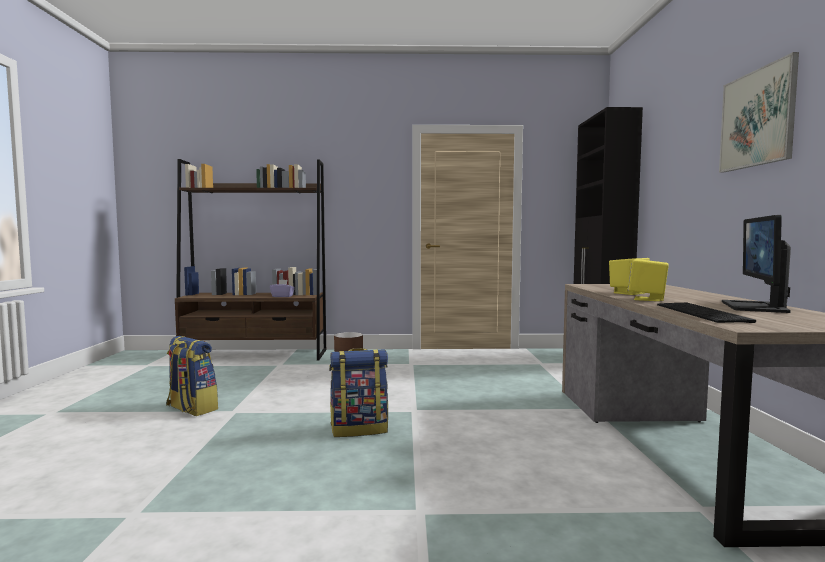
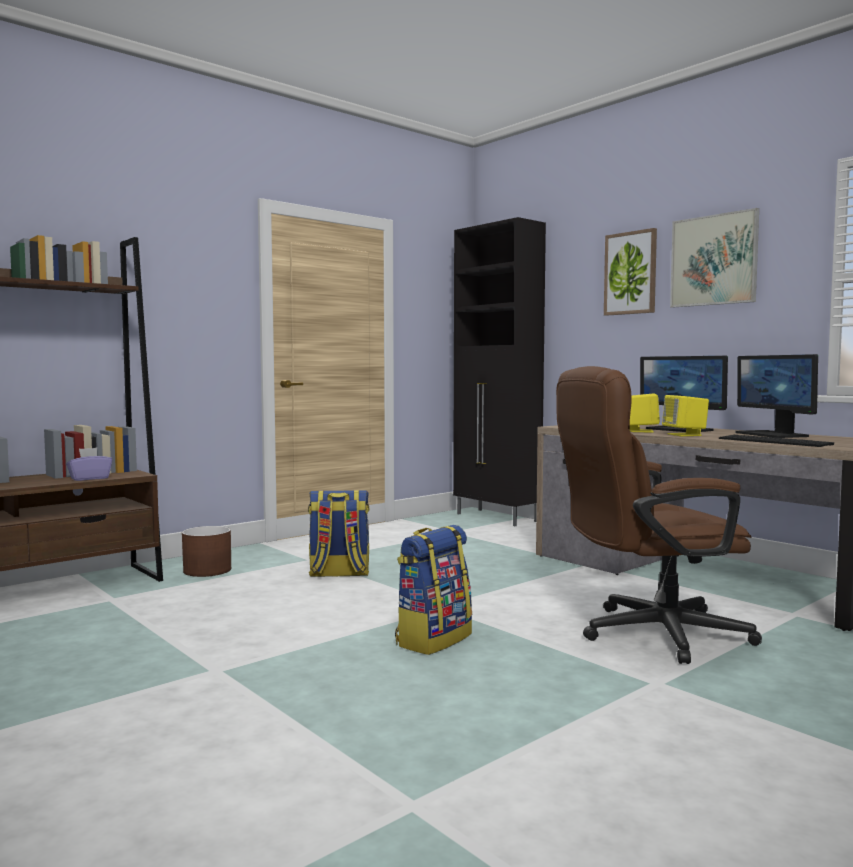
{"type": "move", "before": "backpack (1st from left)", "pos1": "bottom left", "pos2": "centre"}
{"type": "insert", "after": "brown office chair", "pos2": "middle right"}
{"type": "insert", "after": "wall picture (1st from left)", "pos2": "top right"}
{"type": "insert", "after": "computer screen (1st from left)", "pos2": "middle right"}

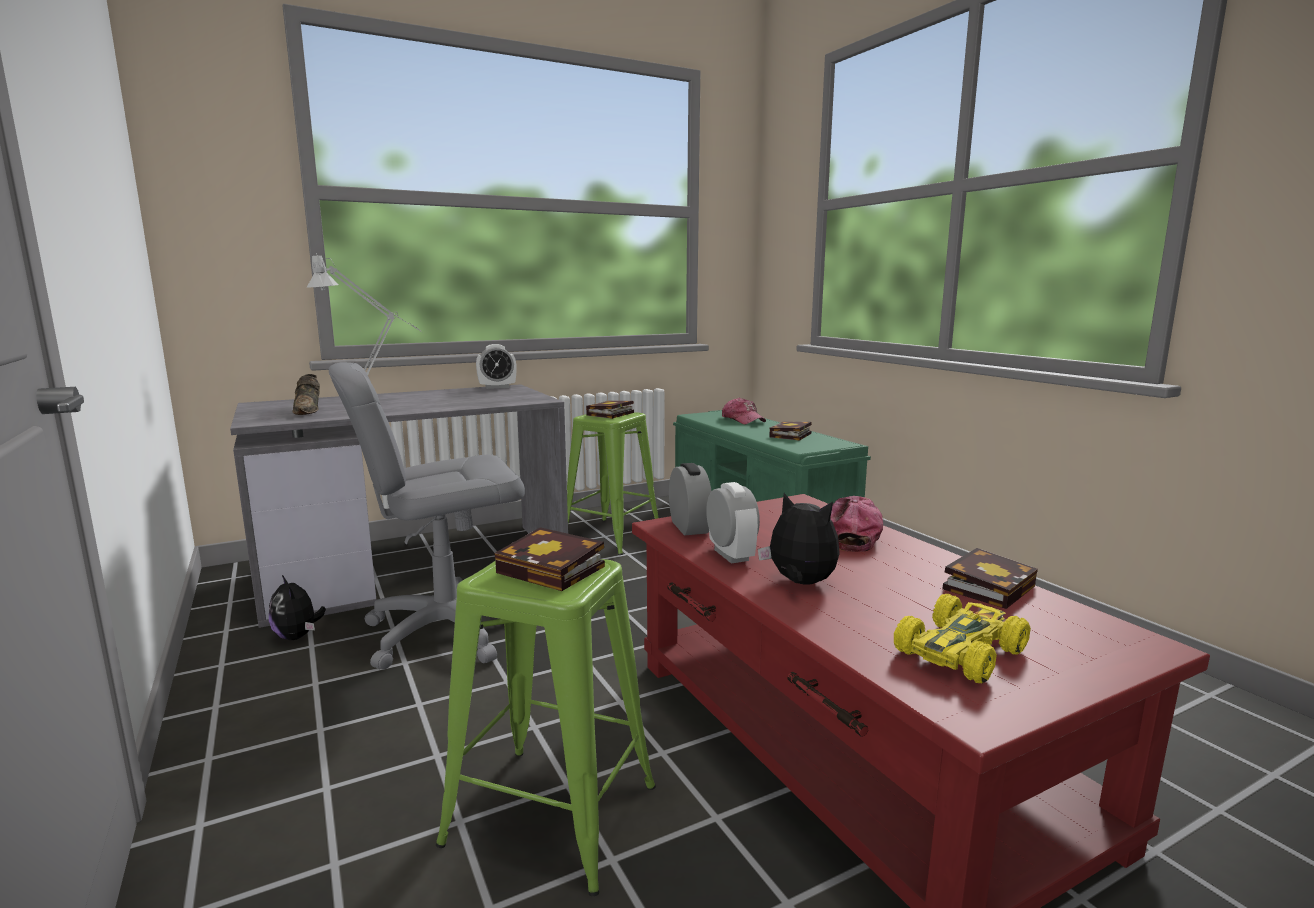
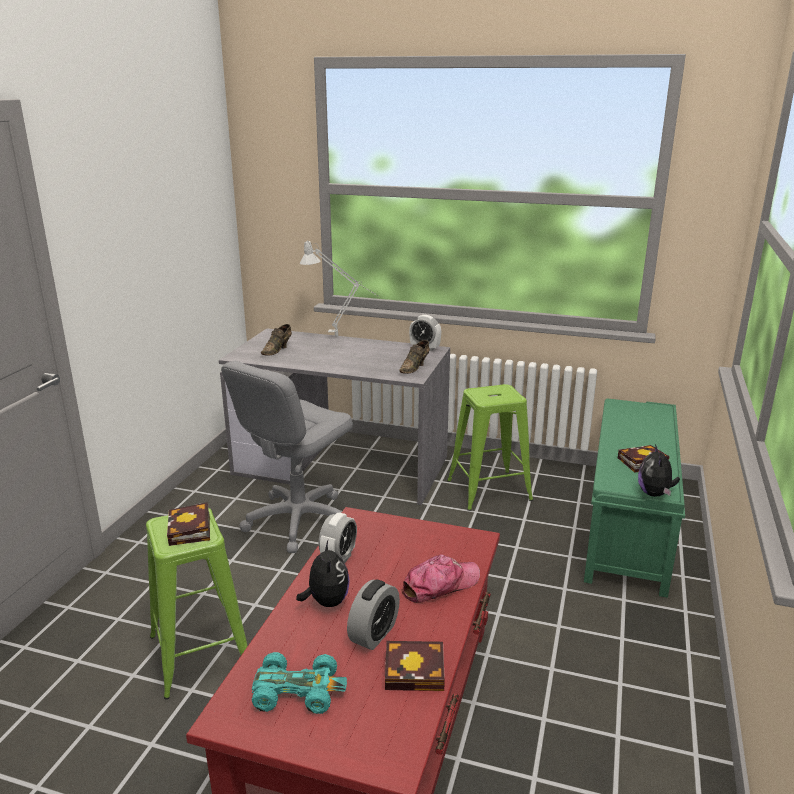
{"type": "rotate", "before": "grey office chair", "pos1": "middle left", "pos2": "centre", "turn": -75}
{"type": "recolor", "before": "yellowish miniature car", "after": "turquoise miniature car", "pos1": "bottom right", "pos2": "bottom centre"}
{"type": "move", "before": "table clock (2nd from left)", "pos1": "centre", "pos2": "bottom centre"}
{"type": "insert", "after": "brown shoe (2nd from left)", "pos2": "centre"}
{"type": "move", "before": "plush toy (1st from left in the first image)", "after": "plush toy (2nd from left)", "pos1": "bottom left", "pos2": "middle right"}
{"type": "delete", "before": "bound book (2nd from left)", "pos1": "centre"}
{"type": "delete", "before": "cap (1st from left)", "pos1": "centre"}

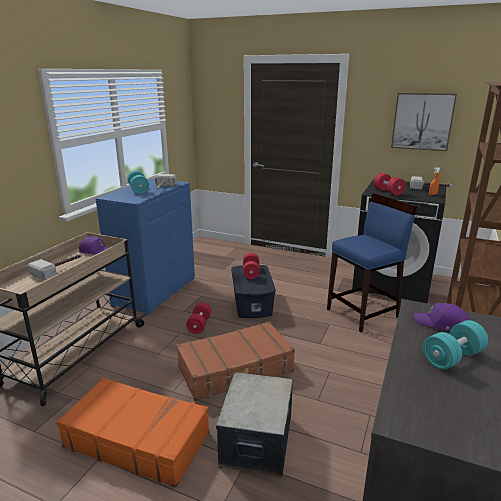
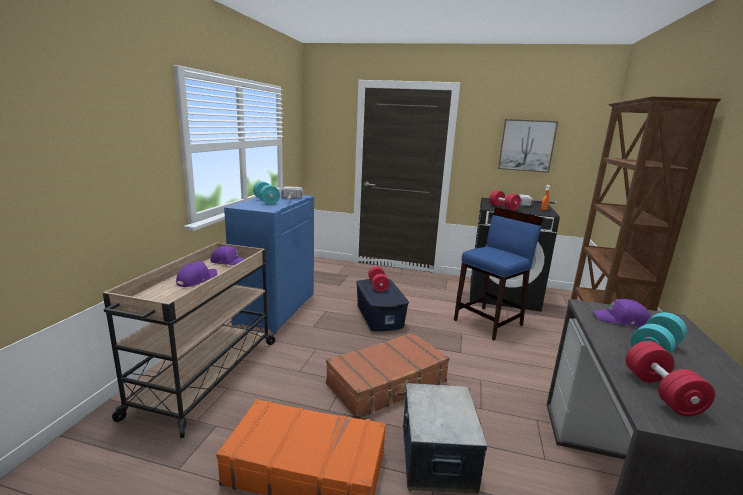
{"type": "replace", "before": "hammer (1st from left)", "after": "purple-coloured cap (1st from left)", "pos1": "middle left", "pos2": "middle left"}
{"type": "move", "before": "reddish dumbbell (1st from left in the first image)", "after": "reddish dumbbell (3rd from left)", "pos1": "centre", "pos2": "bottom right"}

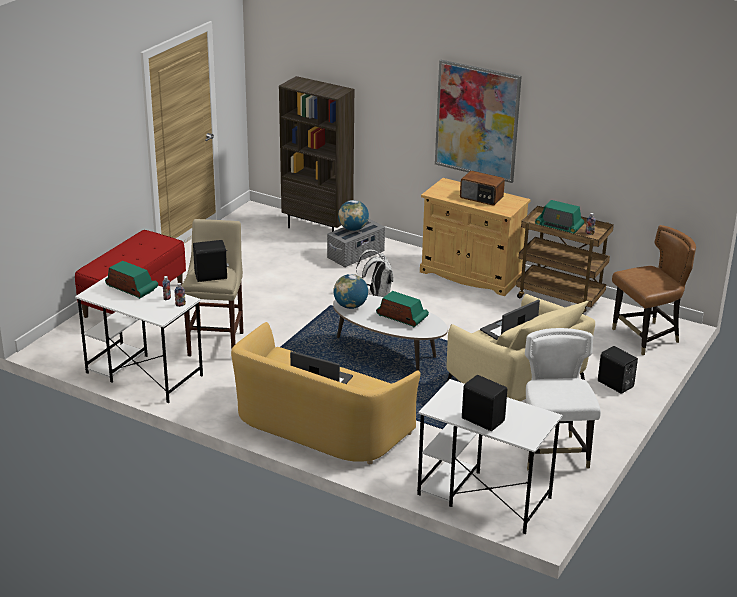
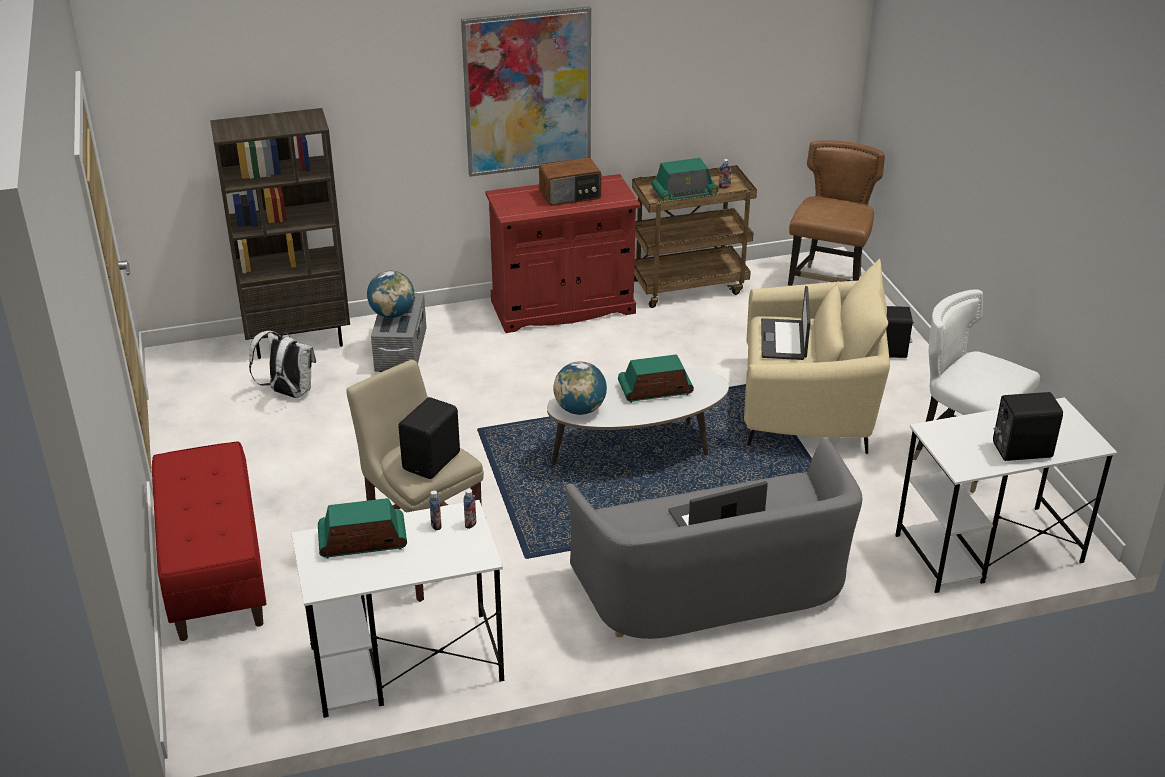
{"type": "move", "before": "white backpack", "pos1": "centre", "pos2": "middle left"}
{"type": "recolor", "before": "sand-coloured cupboard", "after": "reddish cupboard", "pos1": "centre", "pos2": "top centre"}
{"type": "recolor", "before": "yellowish couch", "after": "grey couch", "pos1": "centre", "pos2": "bottom centre"}

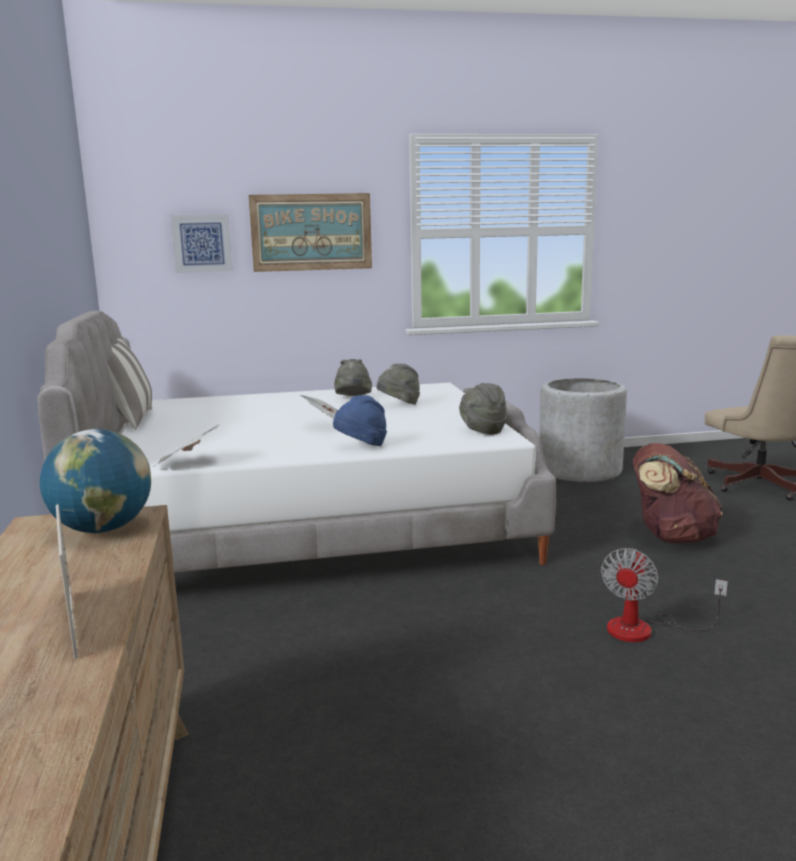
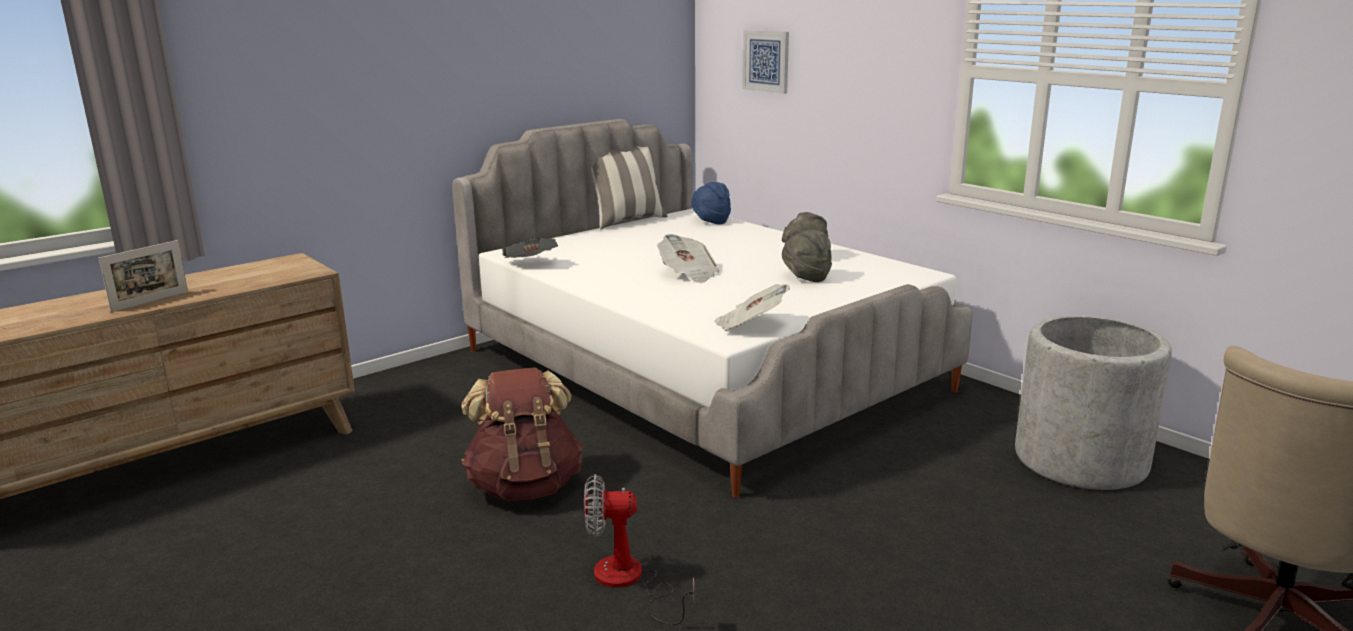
{"type": "move", "before": "brown backpack", "pos1": "middle right", "pos2": "bottom centre"}
{"type": "move", "before": "blue clothing hat", "pos1": "centre", "pos2": "top centre"}
{"type": "replace", "before": "grey clothing hat (3rd from left)", "after": "printed paper (3rd from left)", "pos1": "centre", "pos2": "centre"}
{"type": "delete", "before": "globe", "pos1": "middle left"}
{"type": "delete", "before": "wall picture (2nd from left)", "pos1": "top centre"}

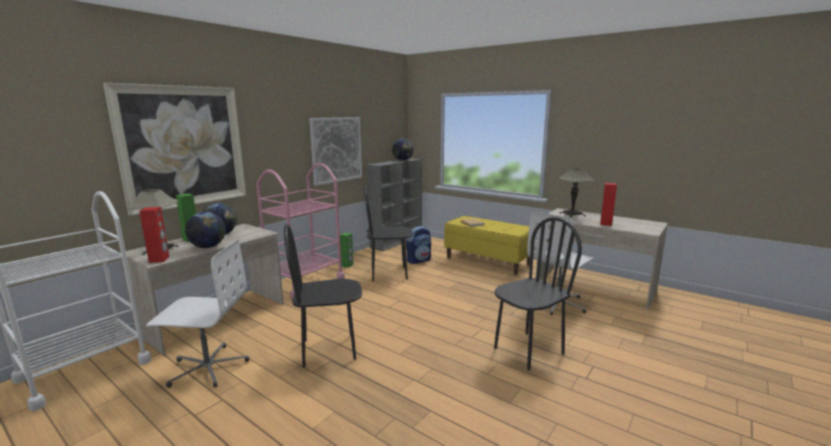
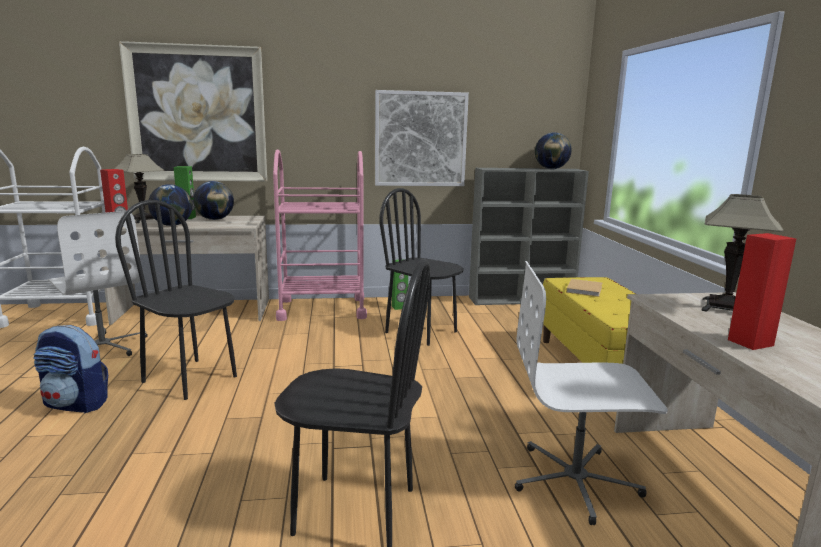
{"type": "move", "before": "backpack", "pos1": "centre", "pos2": "bottom left"}

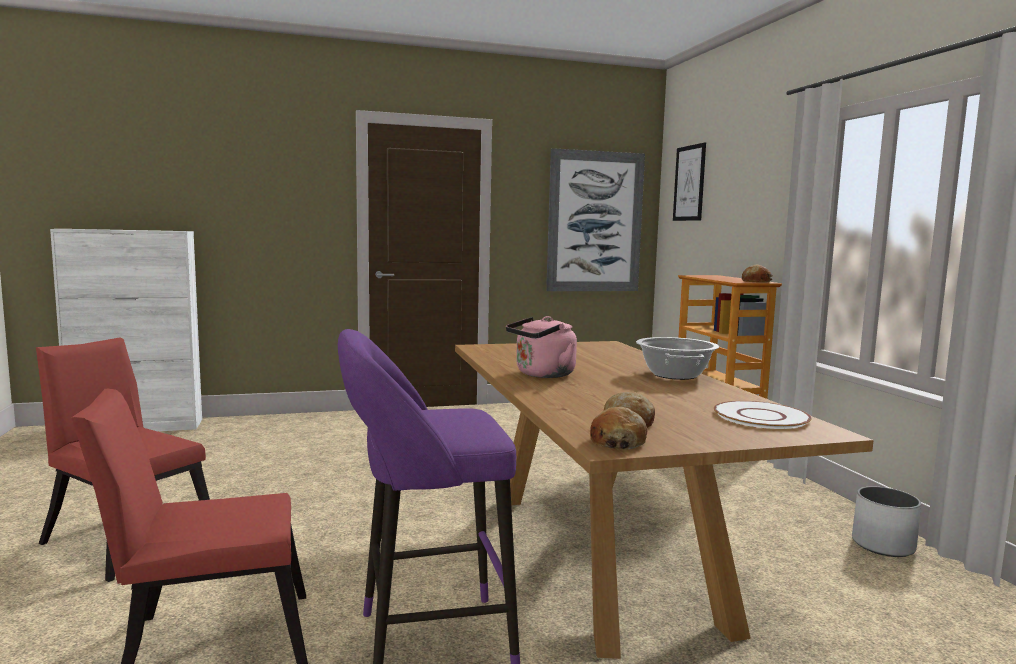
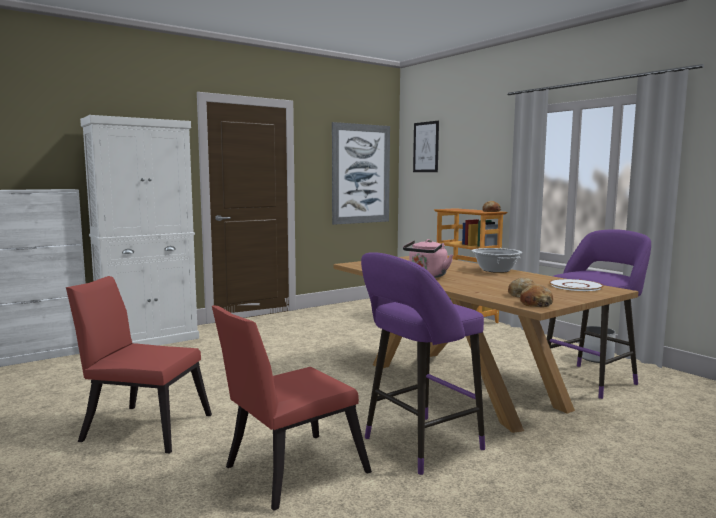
{"type": "insert", "after": "white cupboard (2nd from left)", "pos2": "middle left"}
{"type": "insert", "after": "purple-coloured sitting stool (2nd from left)", "pos2": "middle right"}

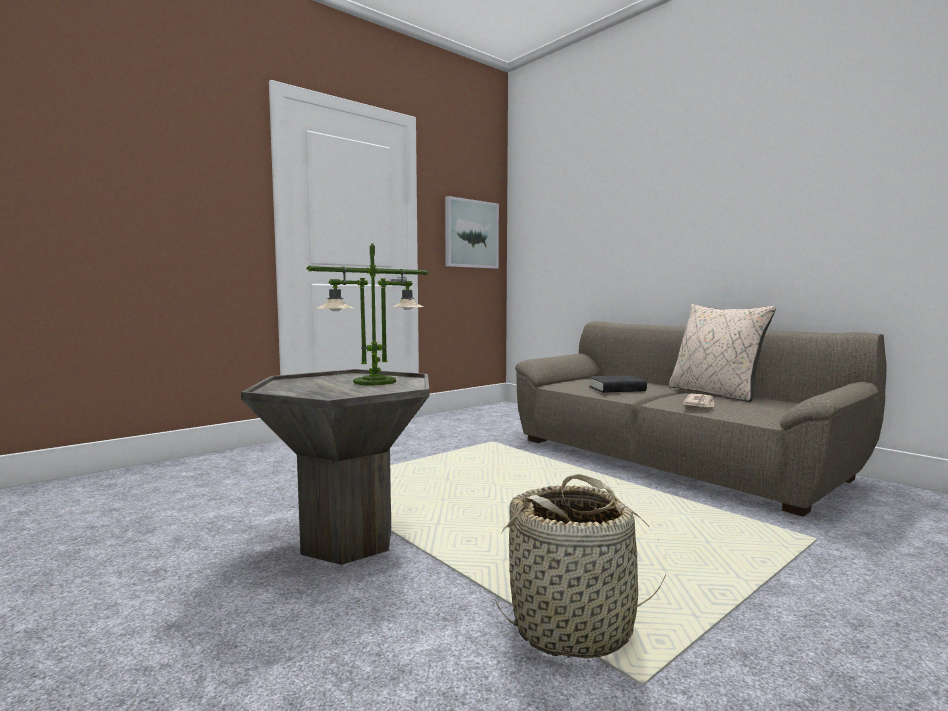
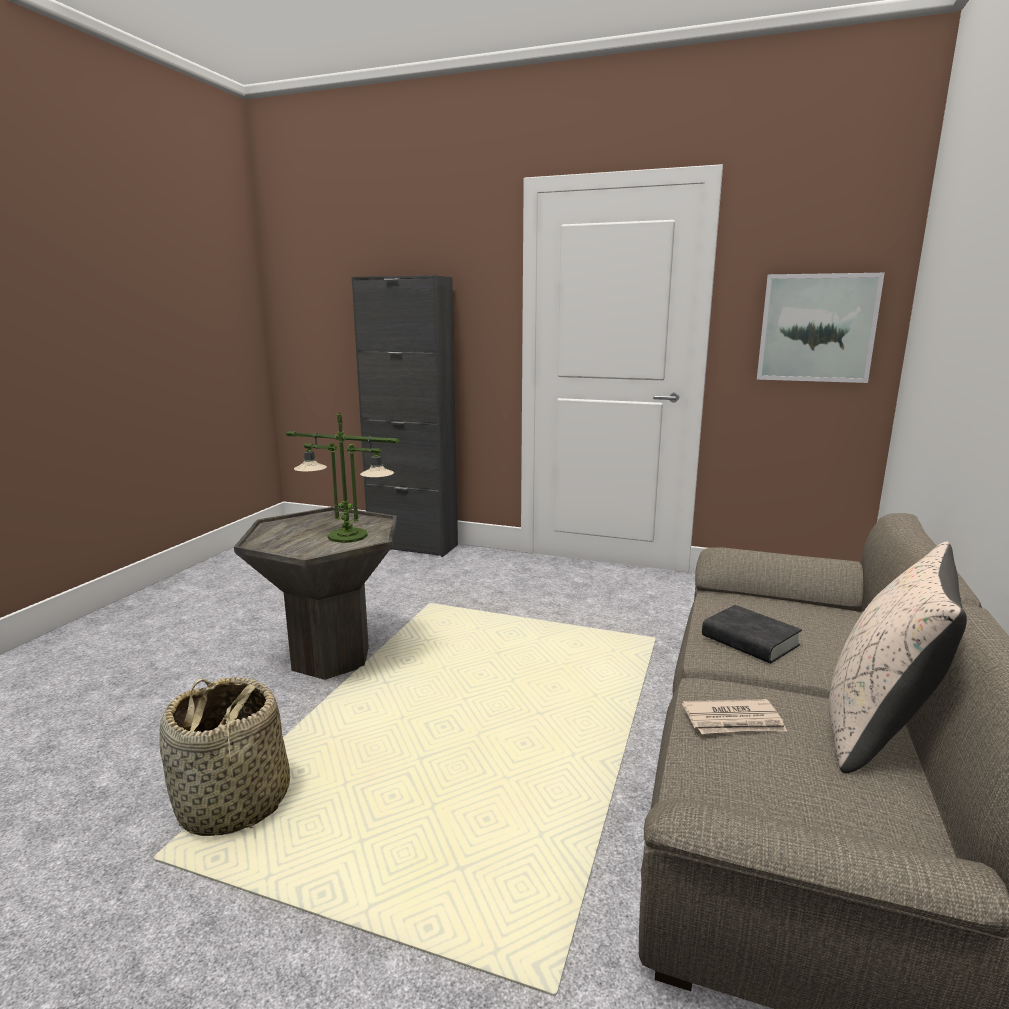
{"type": "insert", "after": "black cupboard", "pos2": "centre"}

